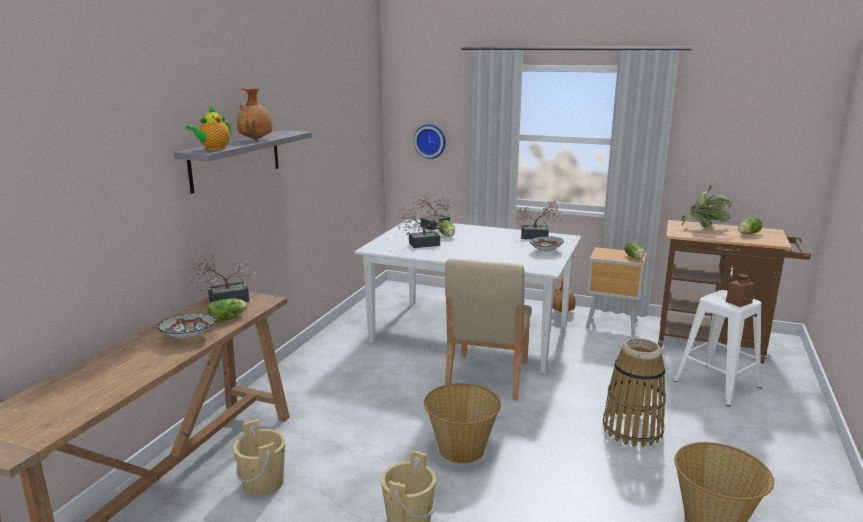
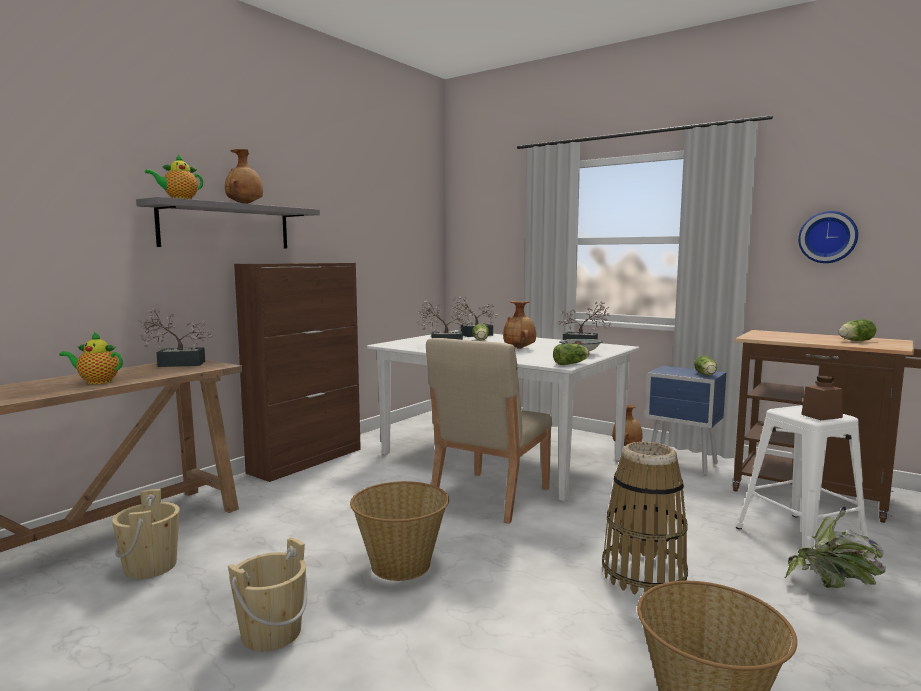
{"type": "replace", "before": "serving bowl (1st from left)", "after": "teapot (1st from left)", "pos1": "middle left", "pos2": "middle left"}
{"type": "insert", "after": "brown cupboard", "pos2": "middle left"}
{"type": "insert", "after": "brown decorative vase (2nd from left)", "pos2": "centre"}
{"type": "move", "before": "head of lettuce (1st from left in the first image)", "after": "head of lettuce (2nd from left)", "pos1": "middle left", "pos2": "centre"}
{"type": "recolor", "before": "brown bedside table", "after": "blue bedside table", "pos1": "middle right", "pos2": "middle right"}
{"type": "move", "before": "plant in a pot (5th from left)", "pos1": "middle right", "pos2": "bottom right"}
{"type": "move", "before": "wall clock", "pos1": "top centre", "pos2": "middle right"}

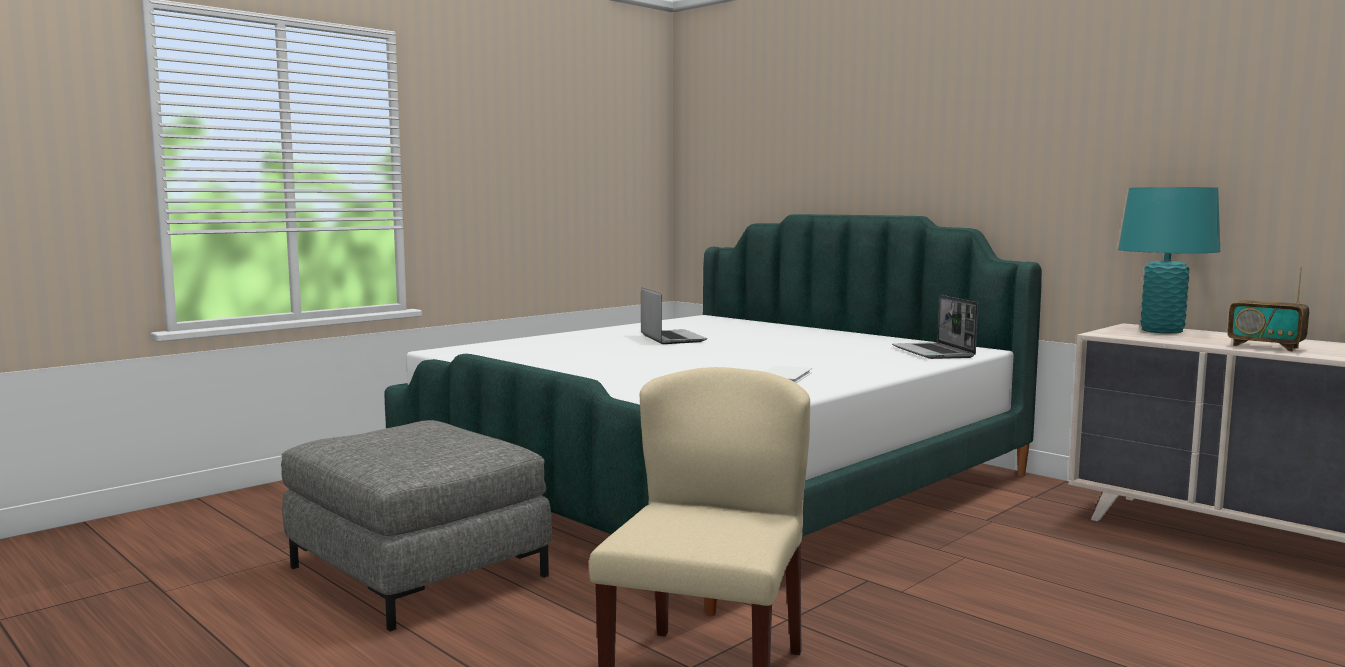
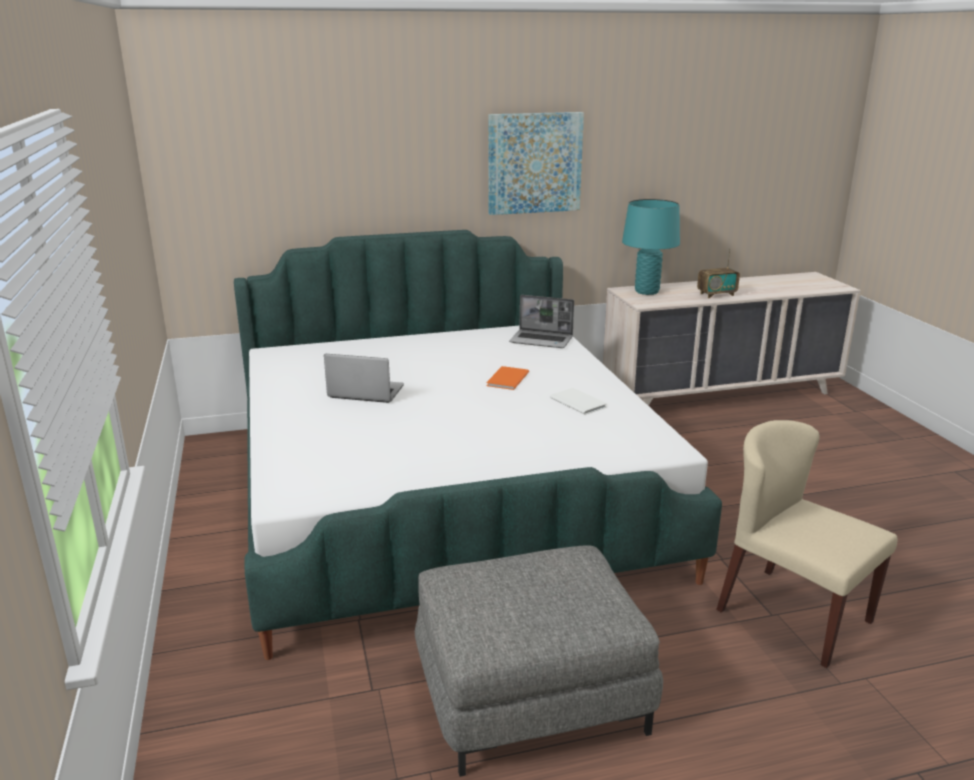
{"type": "insert", "after": "orange-coloured bound book", "pos2": "centre"}
{"type": "insert", "after": "wall picture", "pos2": "top centre"}

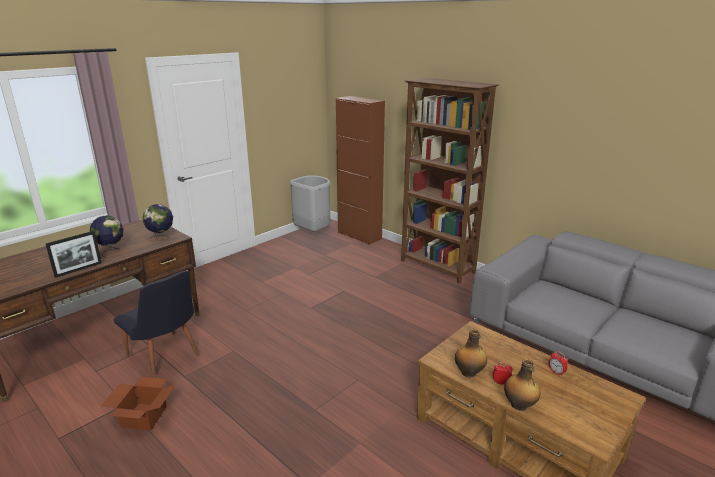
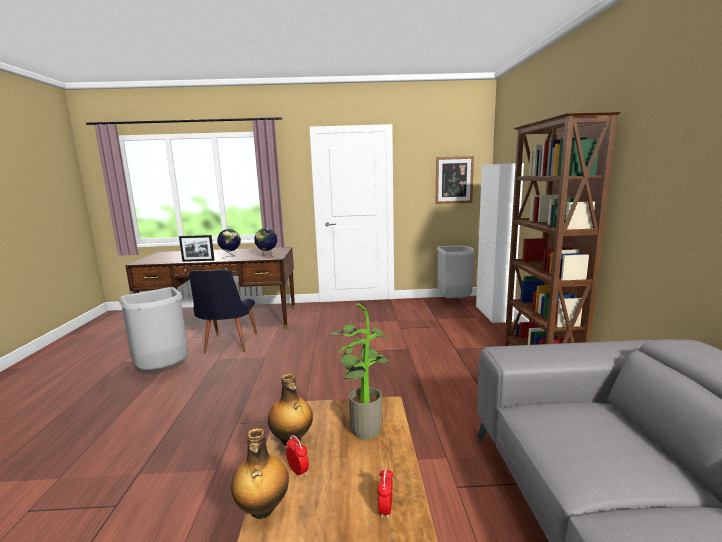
{"type": "replace", "before": "carton", "after": "grey trash can (1st from left)", "pos1": "bottom left", "pos2": "middle left"}
{"type": "insert", "after": "plant in a pot", "pos2": "bottom centre"}
{"type": "insert", "after": "wall picture", "pos2": "top centre"}
{"type": "recolor", "before": "brown cupboard", "after": "white cupboard", "pos1": "centre", "pos2": "middle right"}

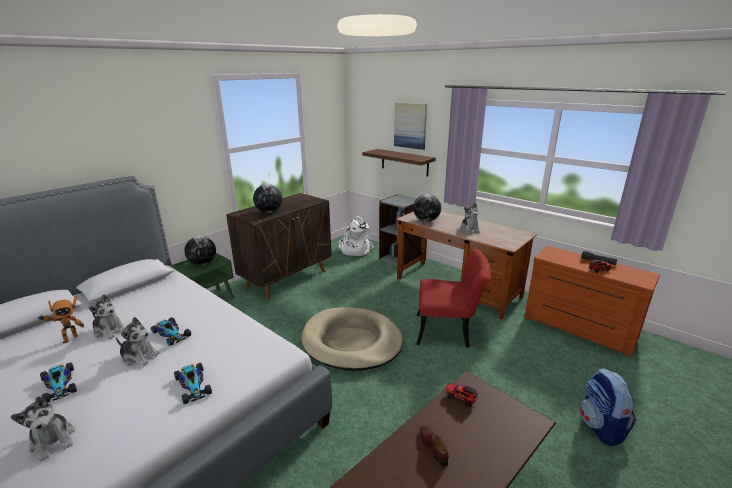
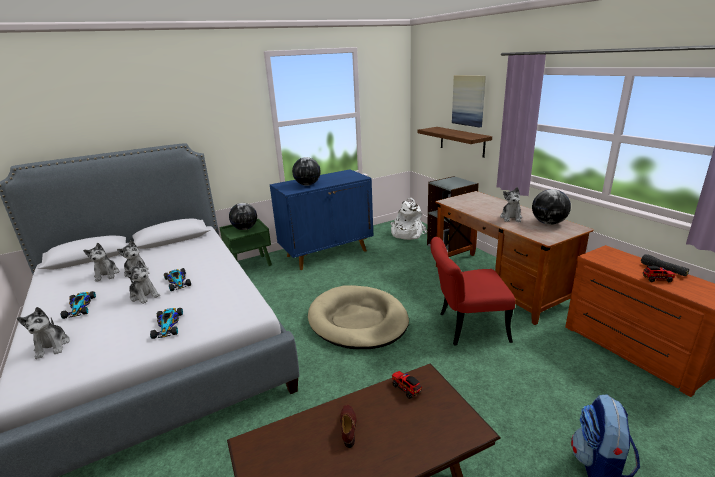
{"type": "replace", "before": "robot figure", "after": "plush toy (2nd from left)", "pos1": "middle left", "pos2": "middle left"}
{"type": "recolor", "before": "brown cupboard", "after": "blue cupboard", "pos1": "centre", "pos2": "centre"}
{"type": "rotate", "before": "reddish chair", "pos1": "centre", "pos2": "centre", "turn": 150}
{"type": "move", "before": "globe (3rd from left)", "pos1": "centre", "pos2": "middle right"}

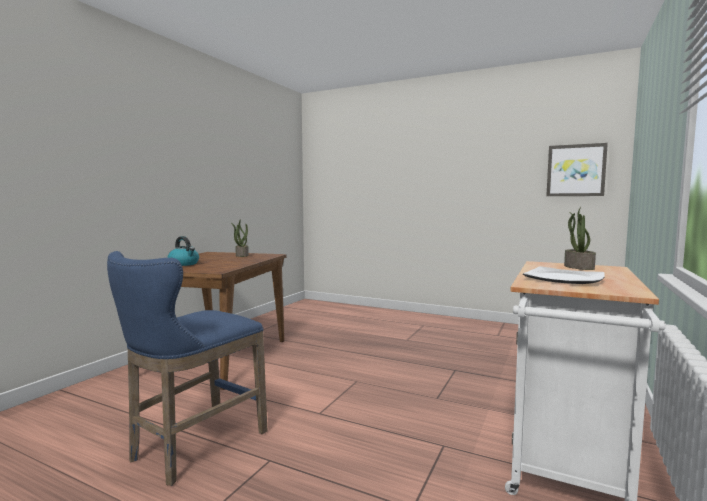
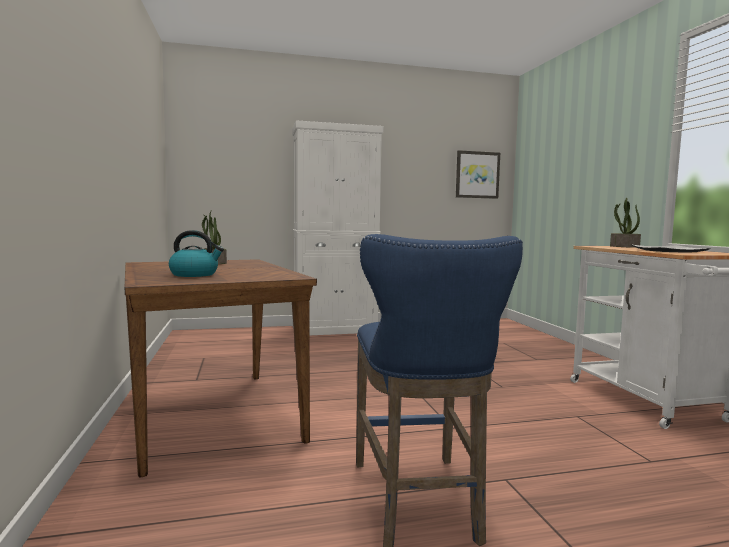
{"type": "insert", "after": "white cupboard", "pos2": "centre"}

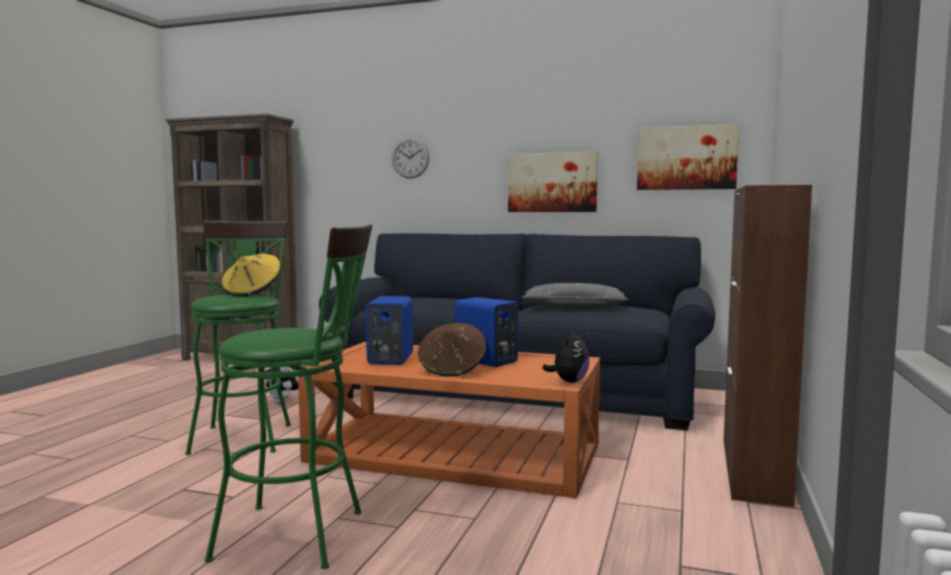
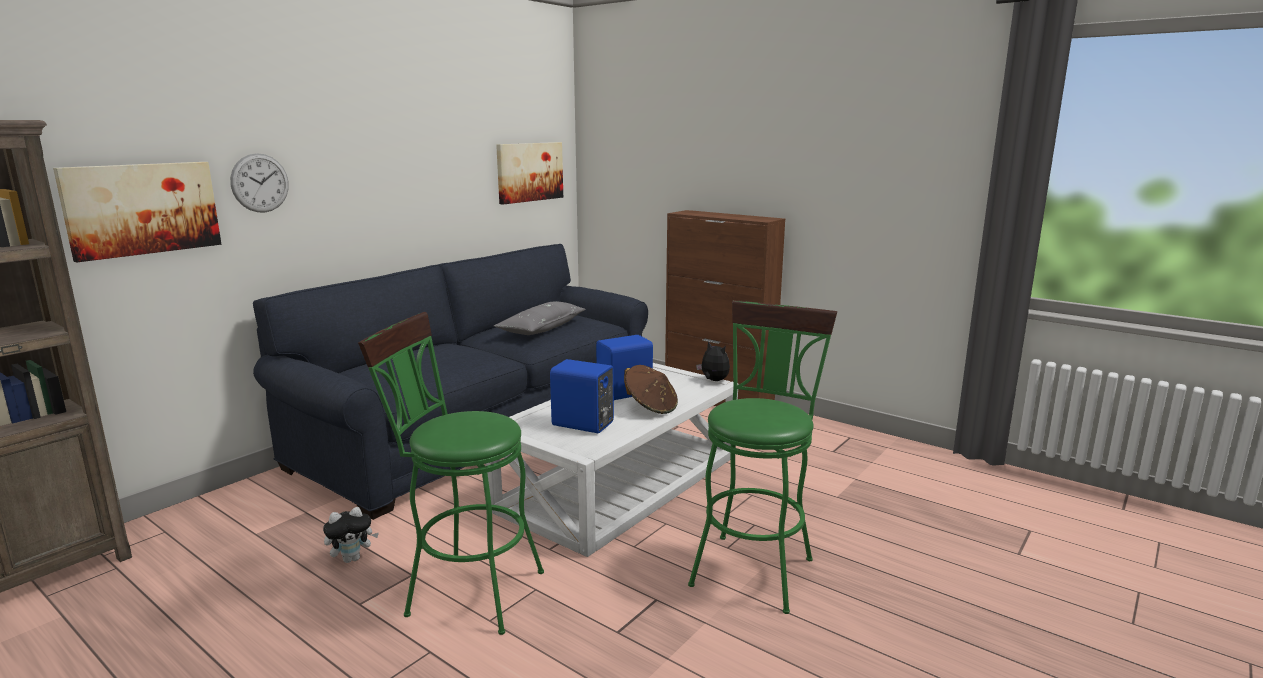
{"type": "move", "before": "wall picture (1st from left)", "pos1": "top centre", "pos2": "top left"}
{"type": "recolor", "before": "orange-coloured lounge table", "after": "white lounge table", "pos1": "bottom centre", "pos2": "bottom centre"}
{"type": "delete", "before": "yellowish clothing hat", "pos1": "middle left"}

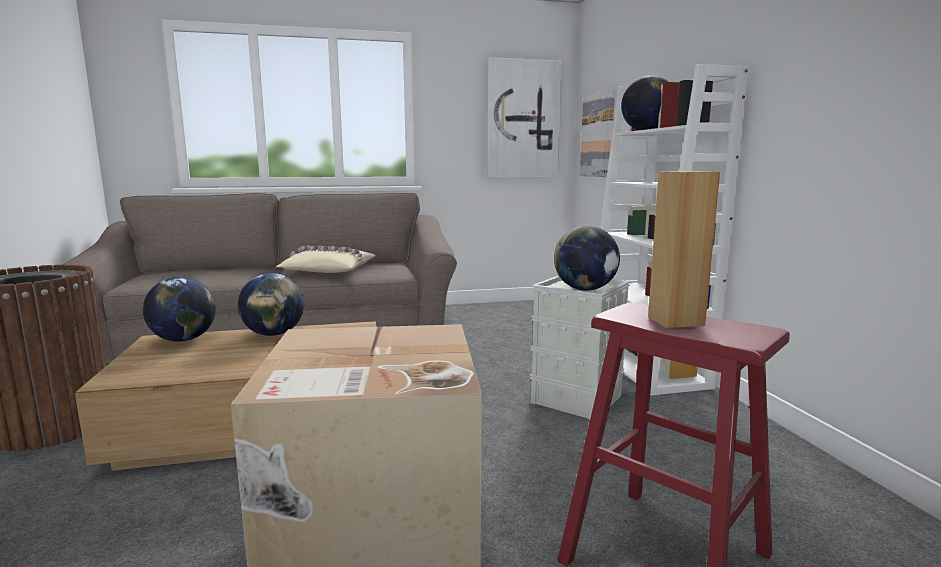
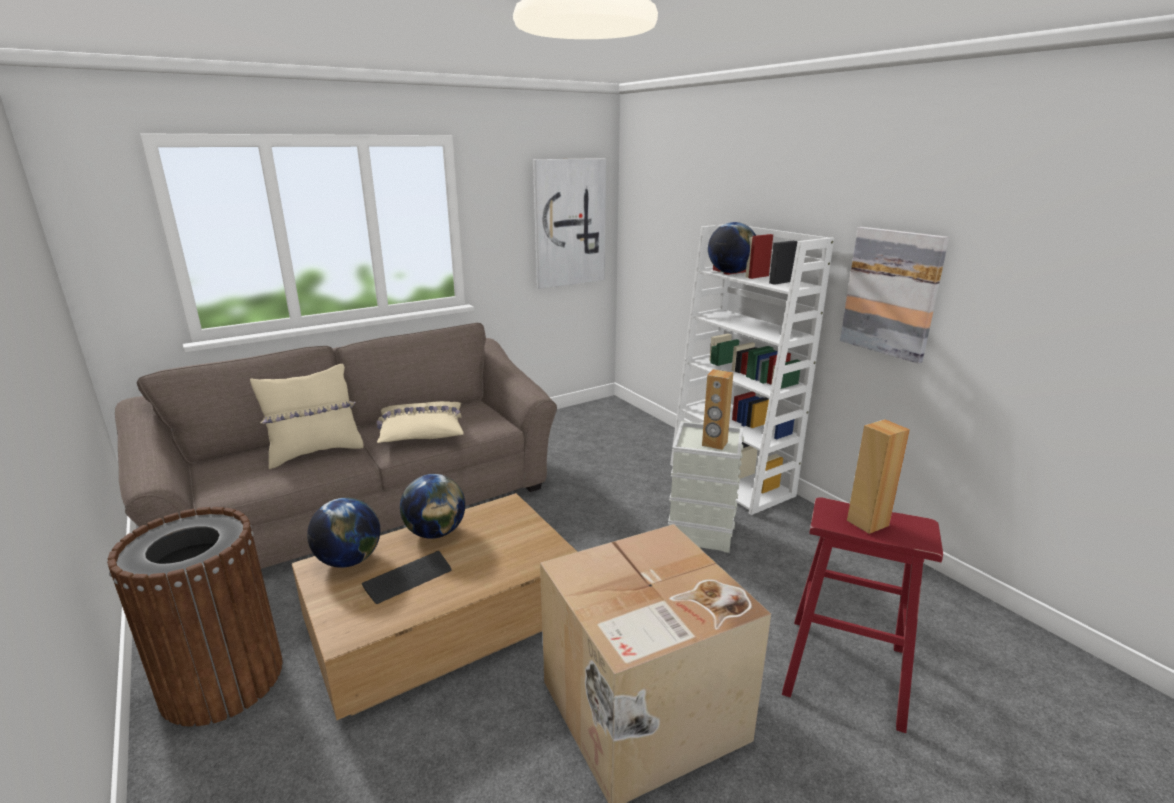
{"type": "insert", "after": "sand-coloured cushion (1st from left)", "pos2": "middle left"}
{"type": "insert", "after": "keyboard", "pos2": "bottom centre"}
{"type": "replace", "before": "globe (3rd from left)", "after": "brown speaker (1st from left)", "pos1": "centre", "pos2": "centre"}
{"type": "move", "before": "wall picture (2nd from left)", "pos1": "top centre", "pos2": "middle right"}

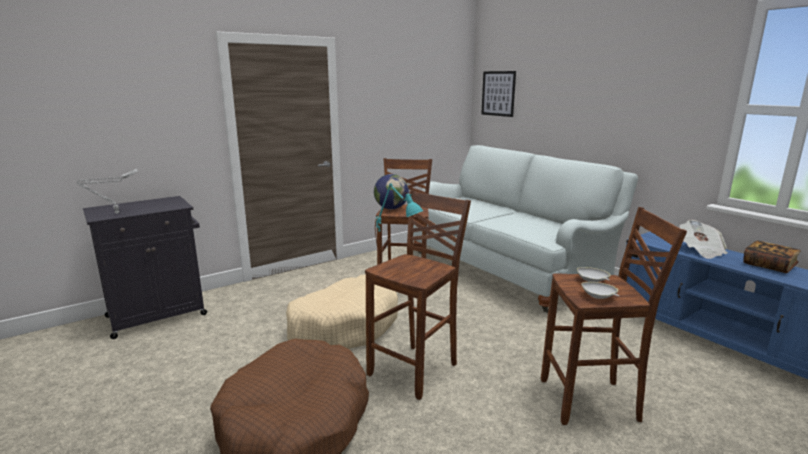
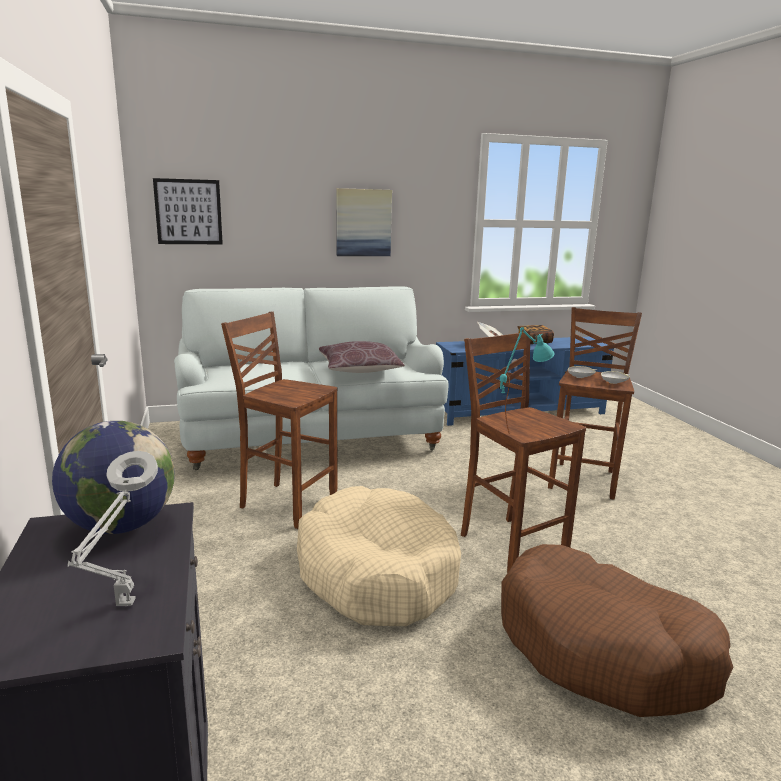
{"type": "move", "before": "globe", "pos1": "centre", "pos2": "middle left"}
{"type": "insert", "after": "brown cushion", "pos2": "centre"}
{"type": "insert", "after": "wall picture (2nd from left)", "pos2": "top centre"}

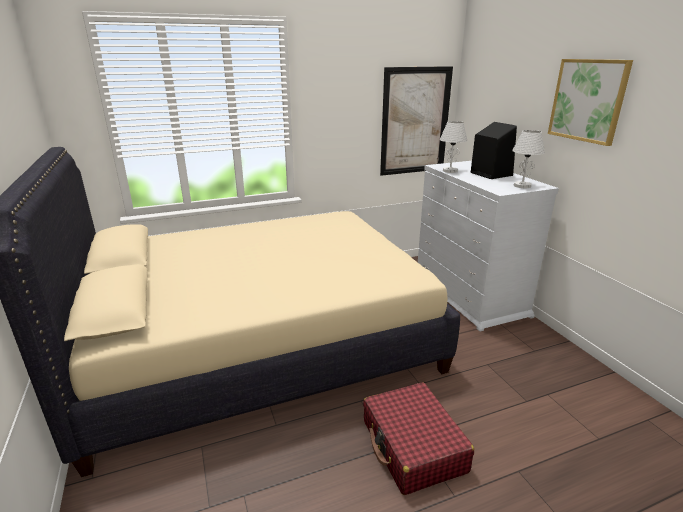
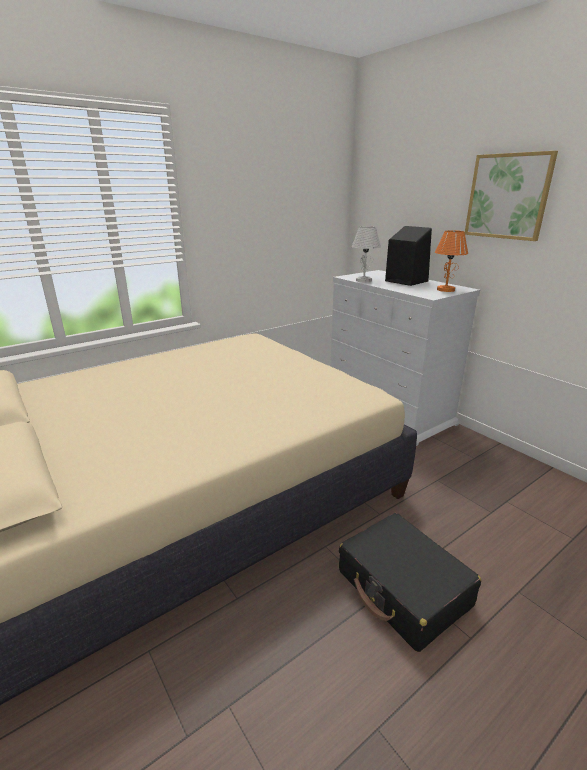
{"type": "recolor", "before": "reddish suitcase", "after": "black suitcase", "pos1": "bottom centre", "pos2": "bottom right"}
{"type": "recolor", "before": "white table lamp (2nd from left)", "after": "orange-coloured table lamp", "pos1": "top right", "pos2": "middle right"}
{"type": "delete", "before": "wall picture (1st from left)", "pos1": "top centre"}

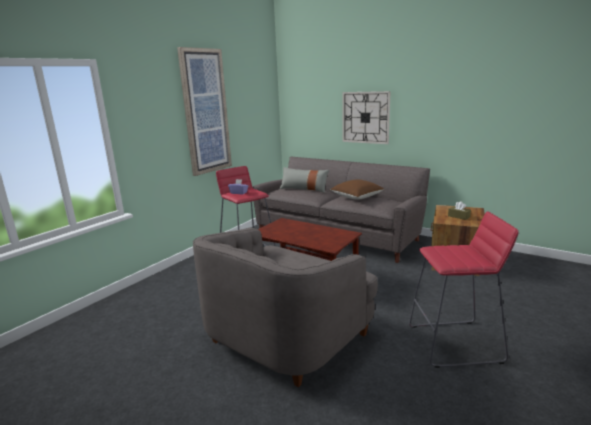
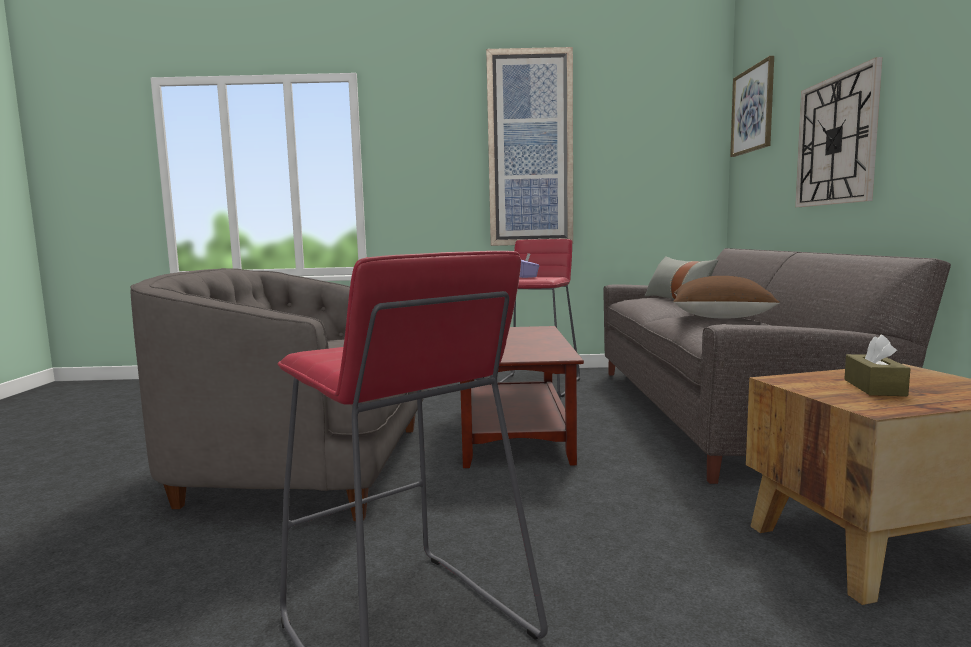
{"type": "insert", "after": "wall picture (2nd from left)", "pos2": "top right"}

